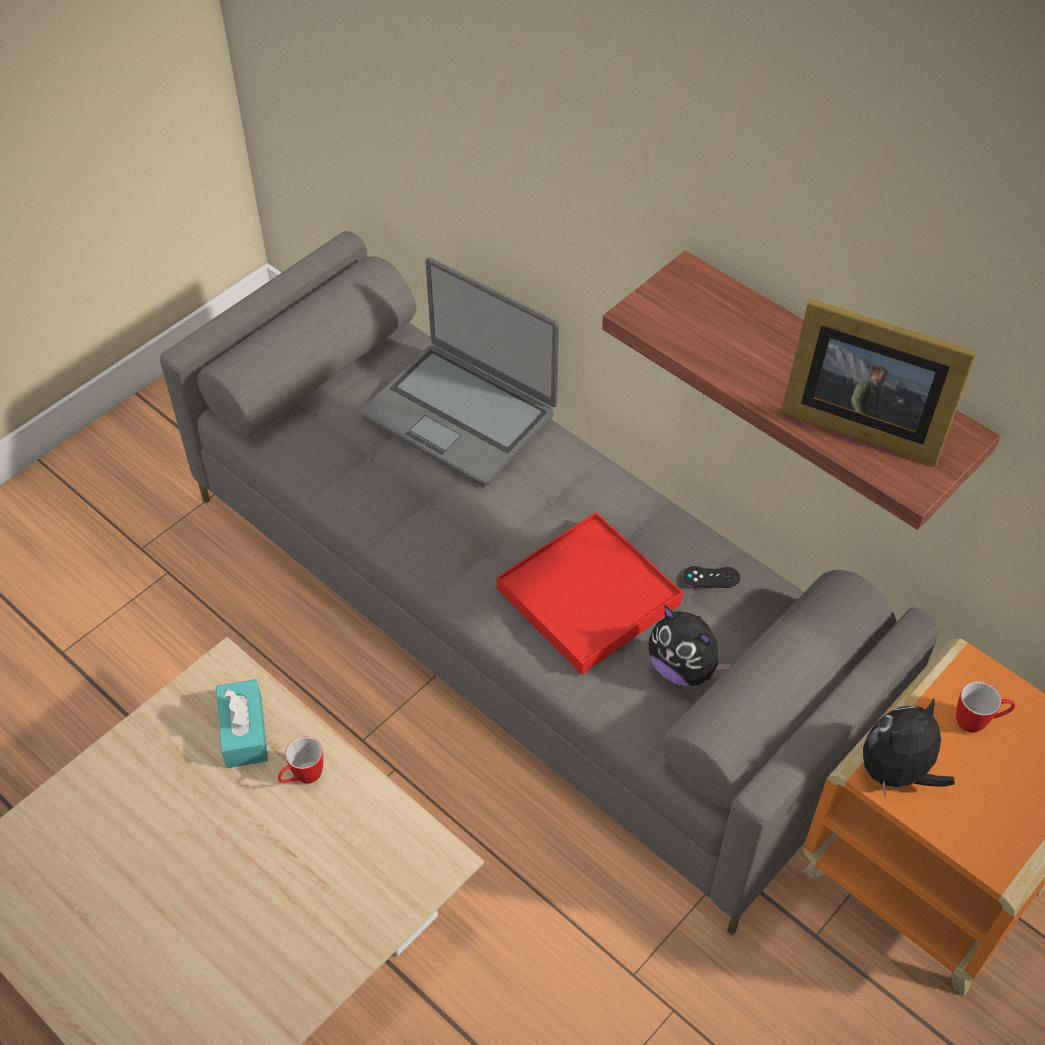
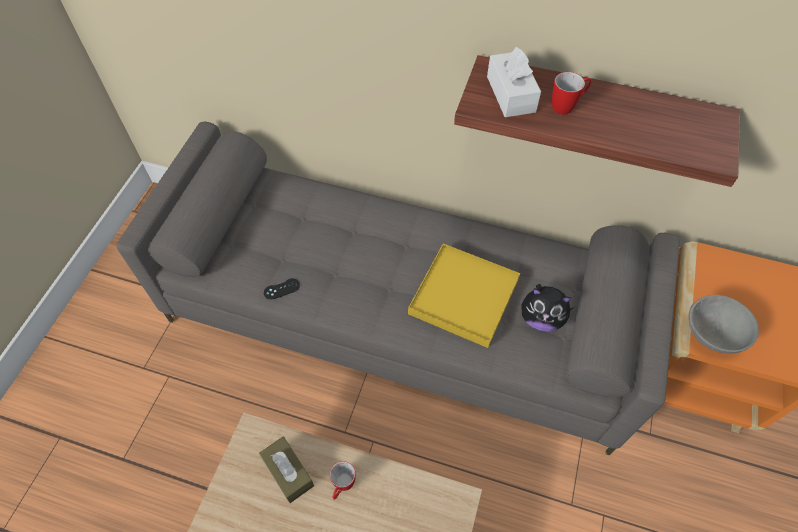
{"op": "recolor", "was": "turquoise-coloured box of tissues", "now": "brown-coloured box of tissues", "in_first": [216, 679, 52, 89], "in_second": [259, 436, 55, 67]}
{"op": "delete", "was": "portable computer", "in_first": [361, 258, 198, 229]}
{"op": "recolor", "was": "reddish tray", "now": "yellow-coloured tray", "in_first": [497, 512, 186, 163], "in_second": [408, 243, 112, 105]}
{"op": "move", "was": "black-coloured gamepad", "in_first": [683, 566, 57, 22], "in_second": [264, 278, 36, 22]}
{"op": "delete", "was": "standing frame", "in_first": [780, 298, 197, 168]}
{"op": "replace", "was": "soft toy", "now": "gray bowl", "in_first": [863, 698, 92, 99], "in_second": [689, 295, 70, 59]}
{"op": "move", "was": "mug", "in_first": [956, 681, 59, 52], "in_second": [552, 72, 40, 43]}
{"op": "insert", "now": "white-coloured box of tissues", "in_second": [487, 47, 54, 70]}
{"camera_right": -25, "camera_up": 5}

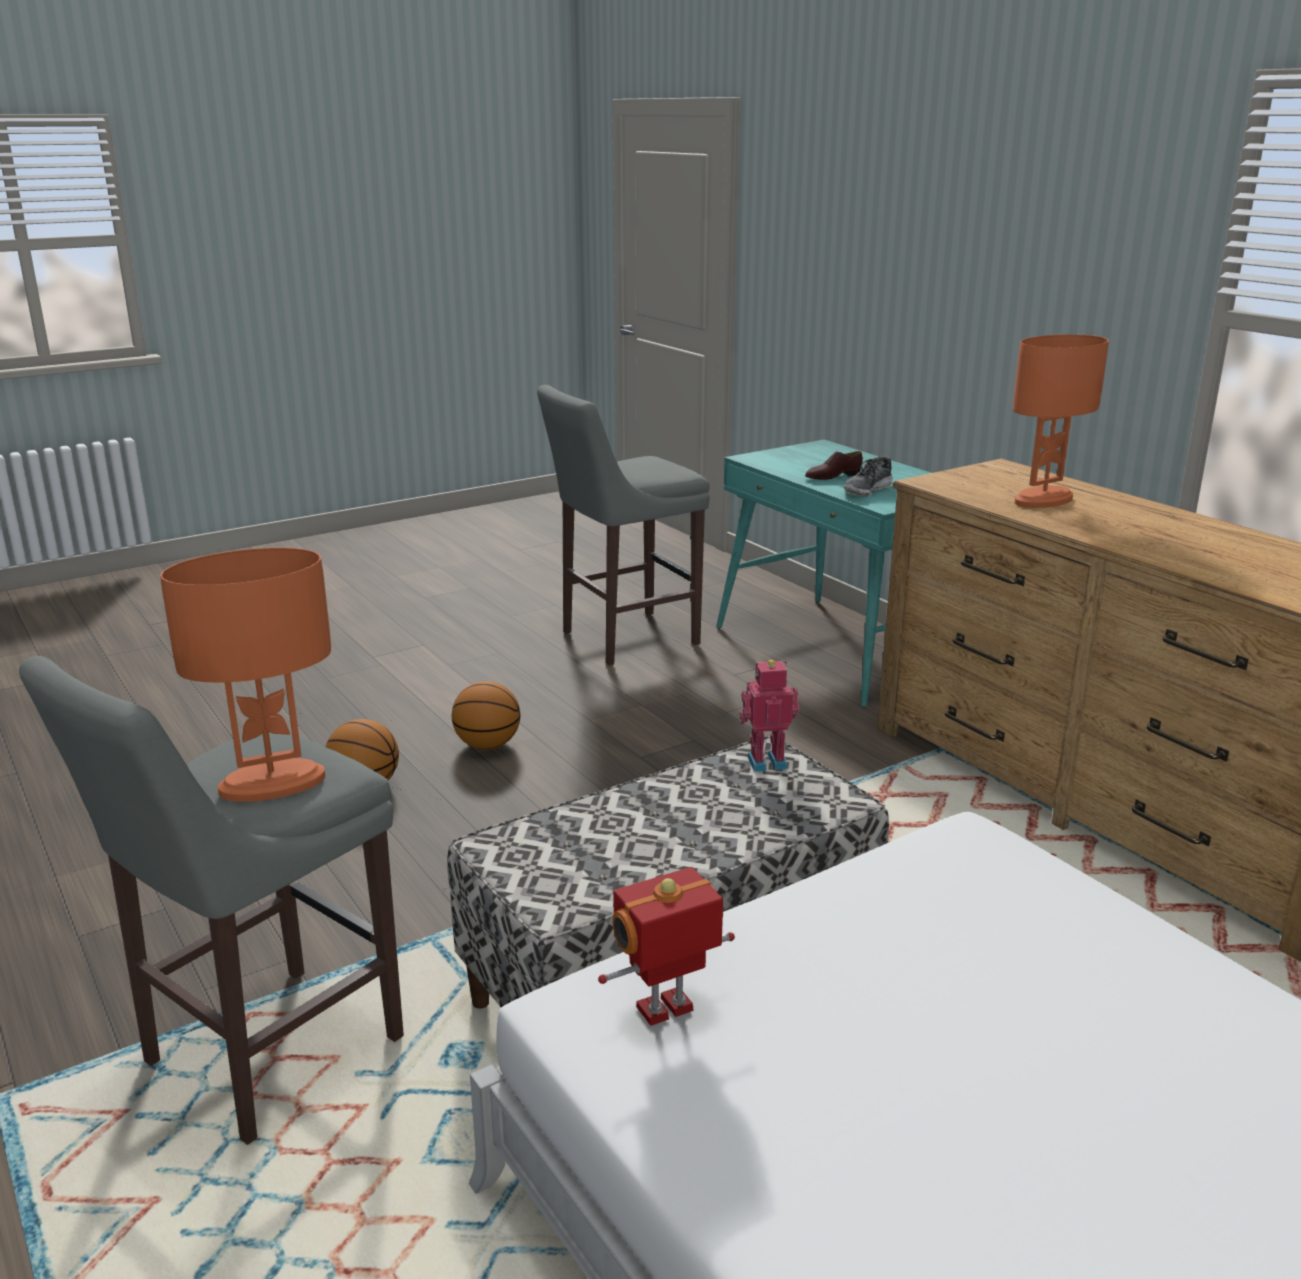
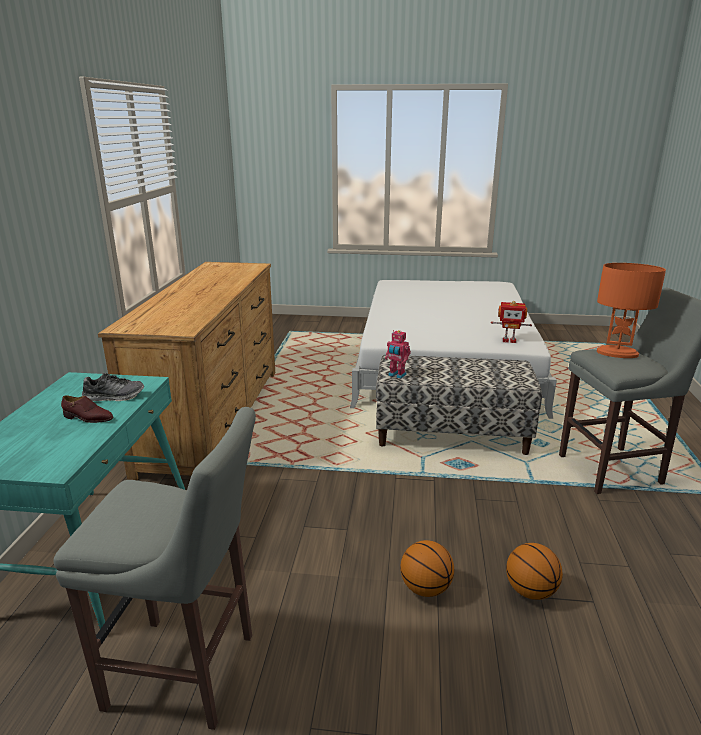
{"op": "delete", "was": "orangey lamp for a table", "in_first": [1013, 334, 96, 174]}
{"camera_right": -140, "camera_up": 0}

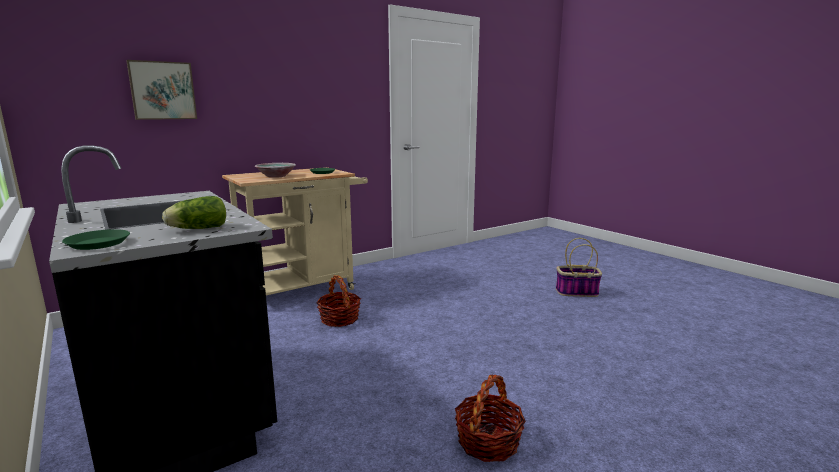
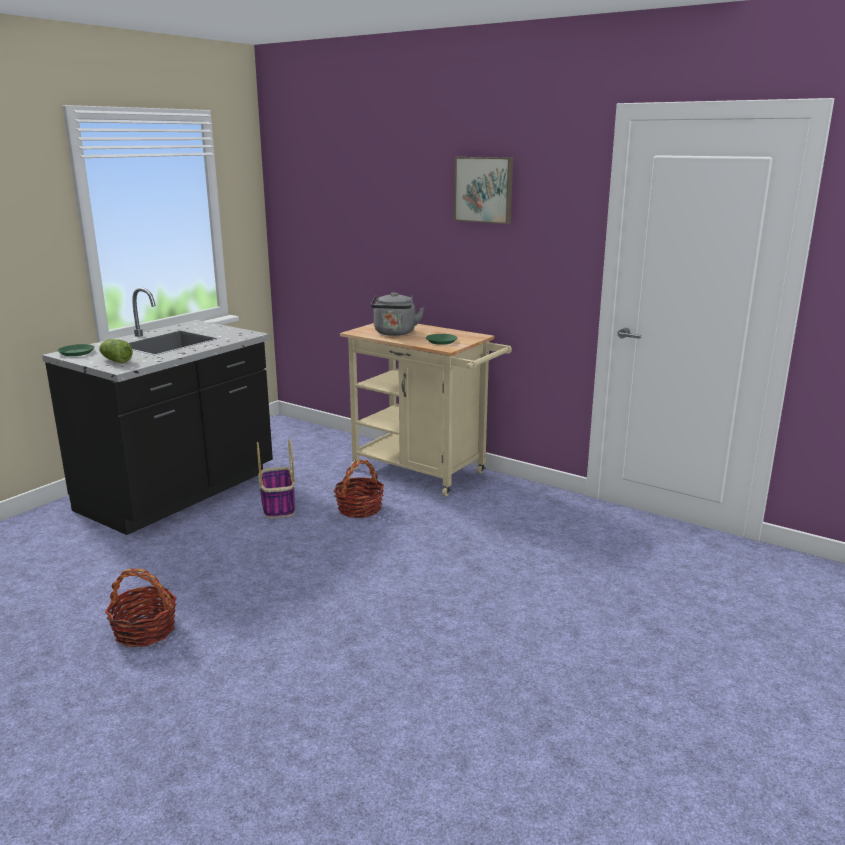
{"op": "move", "was": "wall picture", "in_first": [126, 60, 71, 60], "in_second": [454, 157, 59, 67]}
{"op": "replace", "was": "bowl", "now": "gray kettle", "in_first": [255, 163, 41, 15], "in_second": [371, 292, 53, 44]}
{"op": "move", "was": "storage basket", "in_first": [556, 238, 46, 59], "in_second": [257, 439, 38, 79]}
{"camera_right": 70, "camera_up": 5}

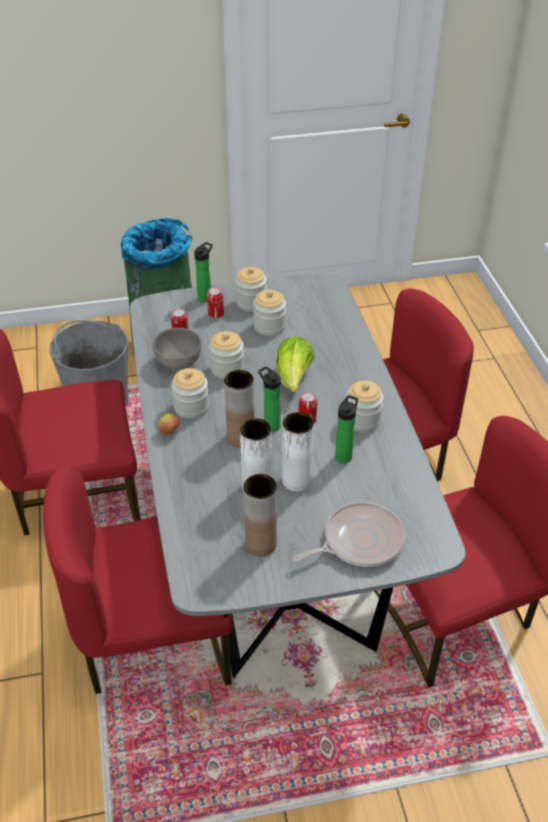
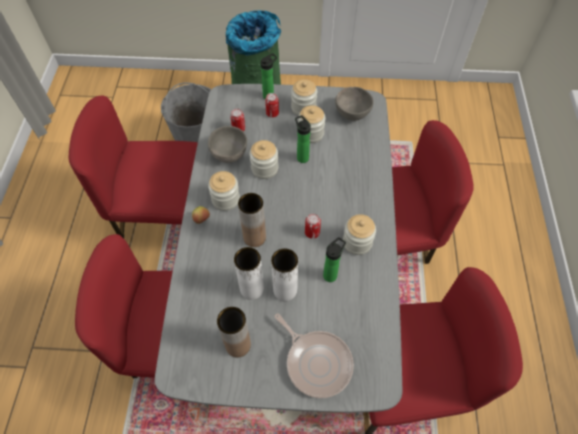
{"op": "move", "was": "beverage bottle", "in_first": [258, 366, 23, 66], "in_second": [295, 115, 16, 48]}
{"op": "delete", "was": "lettuce head", "in_first": [276, 336, 38, 56]}
{"op": "rotate", "was": "skillet", "in_first": [293, 502, 112, 65], "in_second": [274, 313, 80, 85], "clockwise": 60}
{"op": "insert", "now": "gray bowl", "in_second": [335, 87, 39, 34]}
{"camera_right": 15, "camera_up": 15}

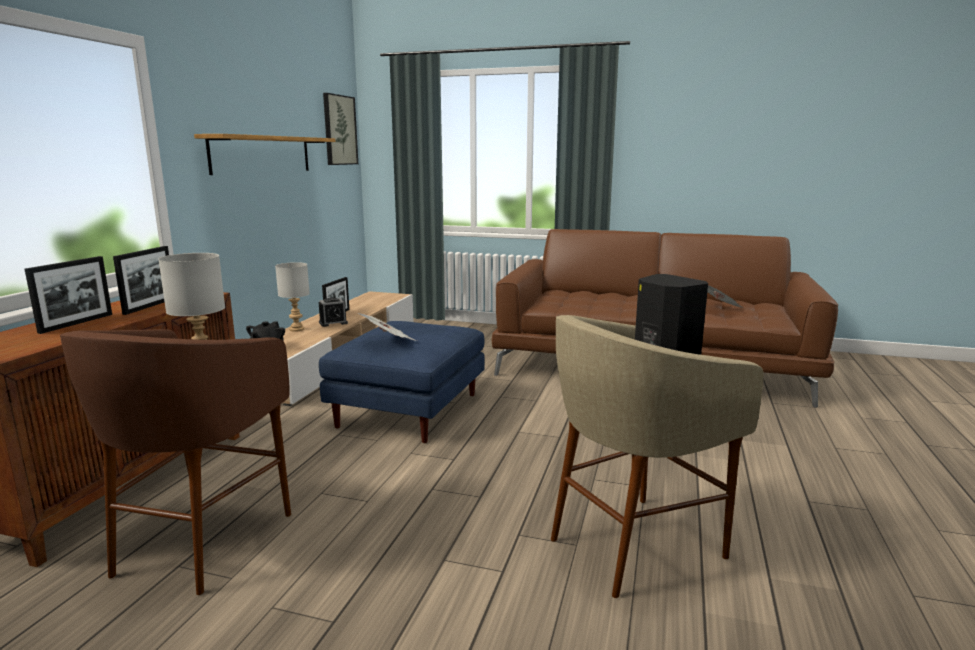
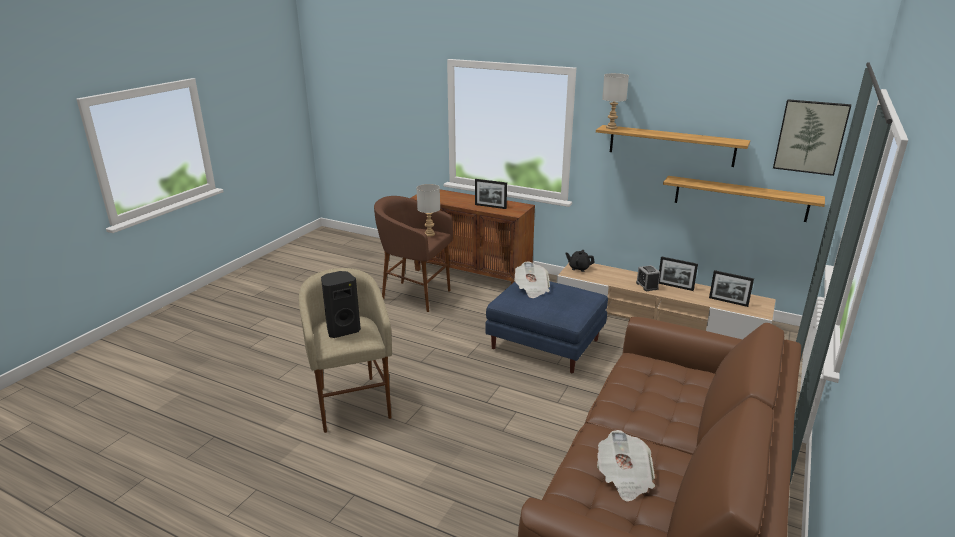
{"op": "move", "was": "standing frame", "in_first": [24, 256, 88, 78], "in_second": [709, 270, 45, 37]}
{"op": "move", "was": "gray lamp for a table", "in_first": [275, 262, 35, 70], "in_second": [602, 73, 27, 56]}
{"op": "insert", "now": "shelf", "in_second": [663, 176, 162, 46]}
{"camera_right": 100, "camera_up": 10}

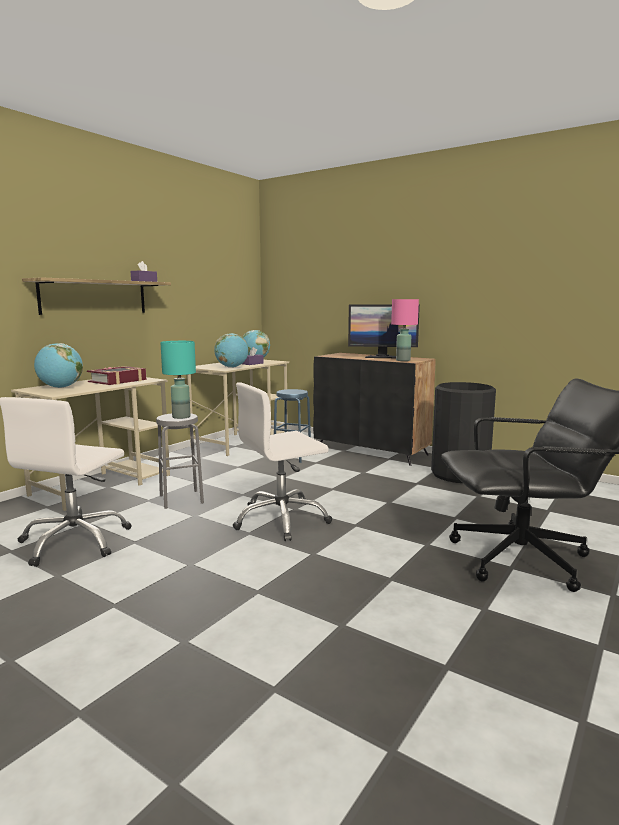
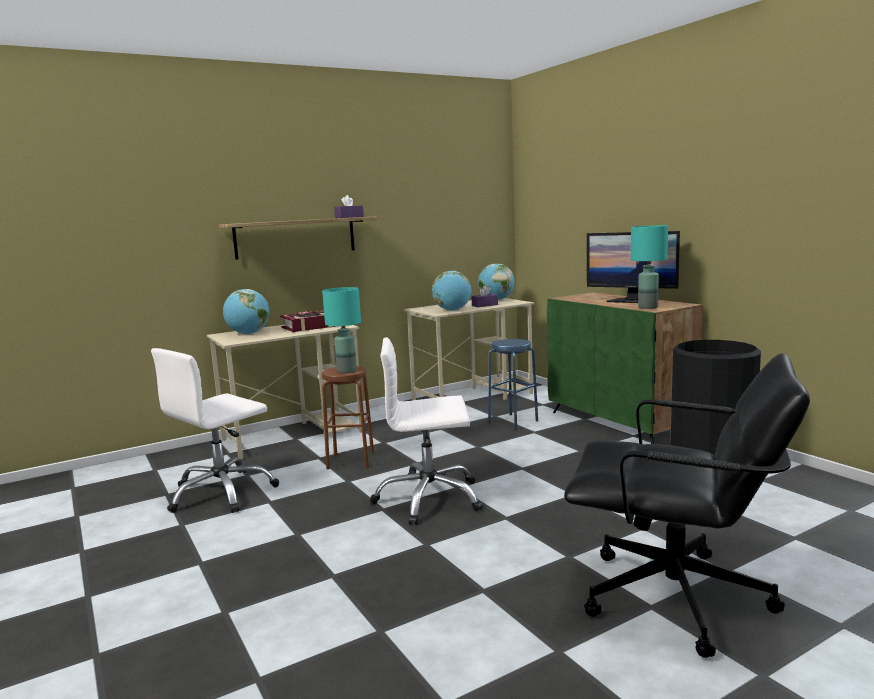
{"op": "recolor", "was": "gray stool seat", "now": "brown-coloured stool seat", "in_first": [156, 413, 48, 96], "in_second": [322, 366, 52, 104]}
{"op": "recolor", "was": "black-coloured cabinet", "now": "green-coloured cabinet", "in_first": [313, 353, 123, 113], "in_second": [547, 292, 156, 152]}
{"op": "recolor", "was": "pinkish lamp for a table", "now": "turquoise-coloured lamp for a table", "in_first": [391, 299, 28, 62], "in_second": [631, 225, 37, 84]}
{"camera_right": 25, "camera_up": 0}

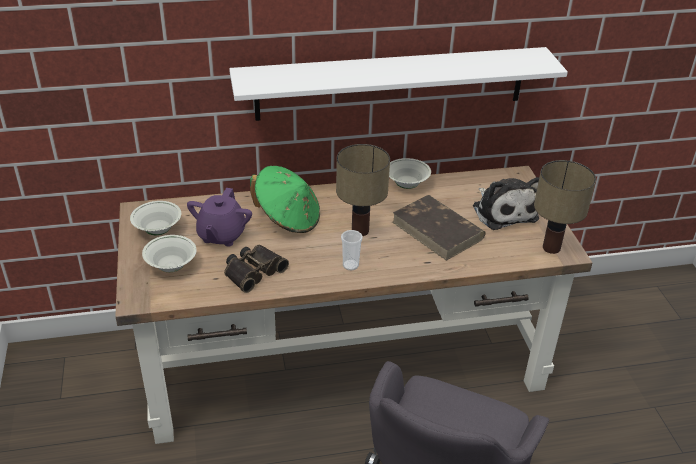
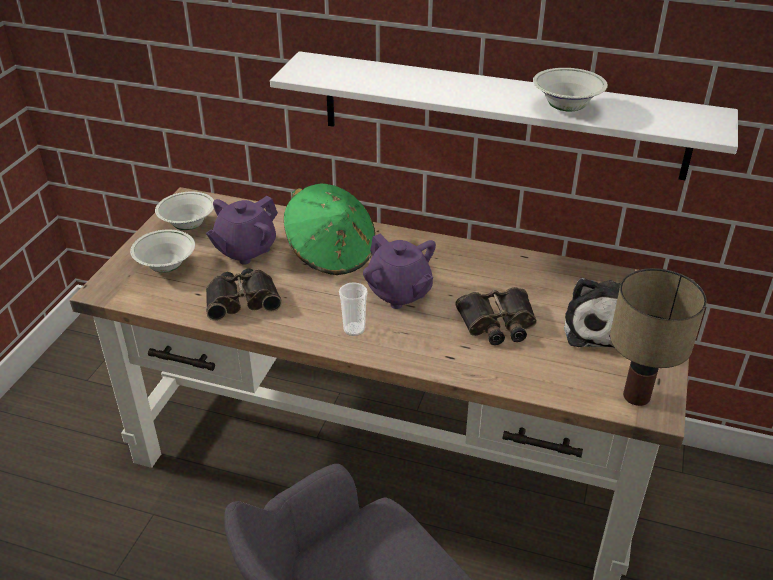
{"op": "replace", "was": "lamp for a table", "now": "purple pot for tea", "in_first": [336, 144, 54, 92], "in_second": [363, 234, 73, 75]}
{"op": "move", "was": "white-coloured bowl", "in_first": [389, 158, 42, 31], "in_second": [533, 68, 75, 43]}
{"op": "replace", "was": "brown-coloured bound book", "now": "pair of binoculars", "in_first": [392, 195, 94, 66], "in_second": [455, 287, 82, 58]}
{"camera_right": 30, "camera_up": 0}

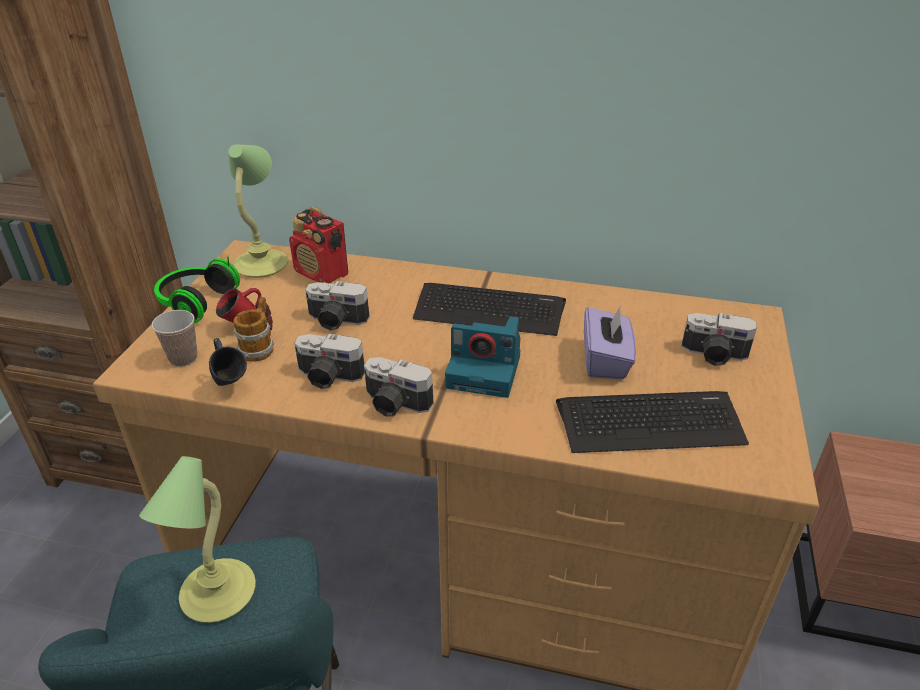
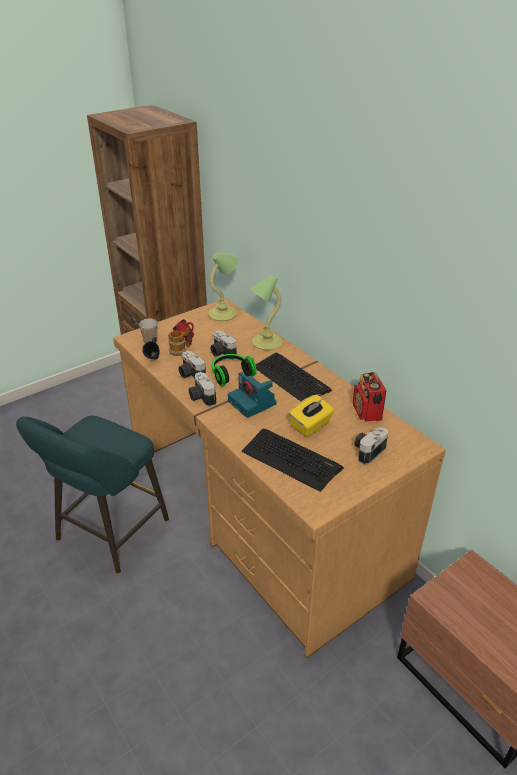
{"op": "move", "was": "lamp for a table", "in_first": [139, 456, 117, 167], "in_second": [249, 275, 34, 75]}
{"op": "move", "was": "pair of headphones", "in_first": [154, 255, 86, 68], "in_second": [212, 354, 45, 32]}
{"op": "move", "was": "radio", "in_first": [289, 206, 59, 77], "in_second": [353, 372, 34, 50]}
{"op": "recolor", "was": "purple box of tissues", "now": "yellow-coloured box of tissues", "in_first": [584, 306, 52, 73], "in_second": [288, 395, 47, 42]}
{"op": "rotate", "was": "still camera", "in_first": [682, 313, 75, 53], "in_second": [354, 427, 34, 38], "clockwise": 75}
{"camera_right": 40, "camera_up": 0}

